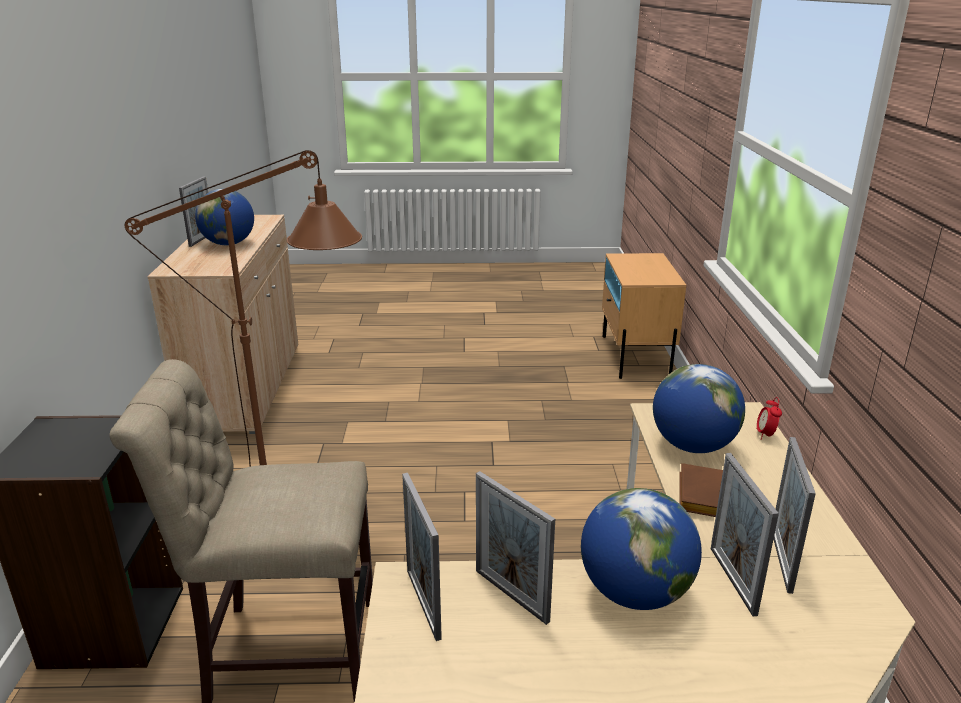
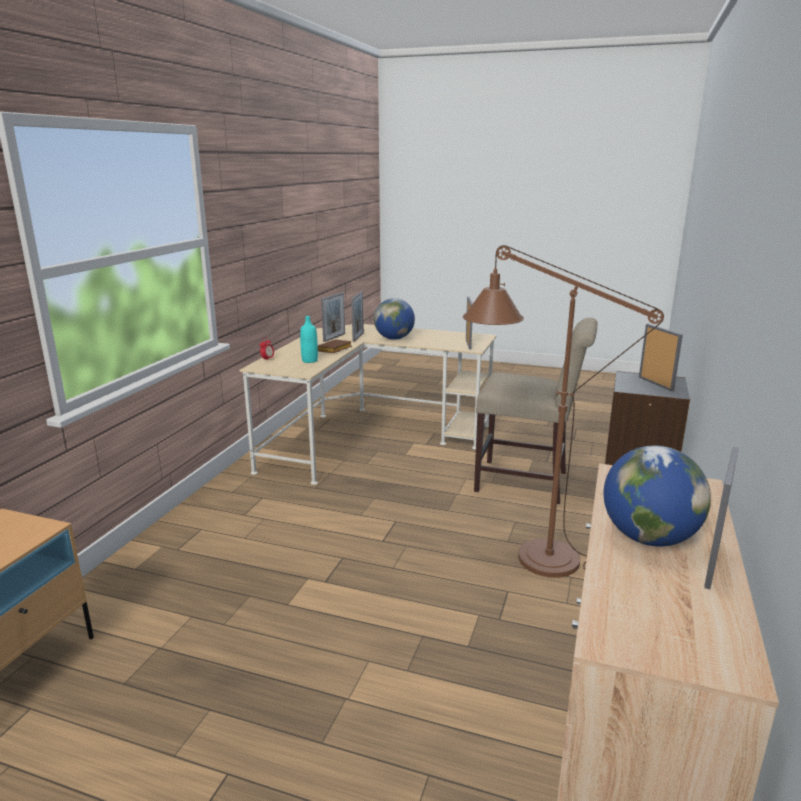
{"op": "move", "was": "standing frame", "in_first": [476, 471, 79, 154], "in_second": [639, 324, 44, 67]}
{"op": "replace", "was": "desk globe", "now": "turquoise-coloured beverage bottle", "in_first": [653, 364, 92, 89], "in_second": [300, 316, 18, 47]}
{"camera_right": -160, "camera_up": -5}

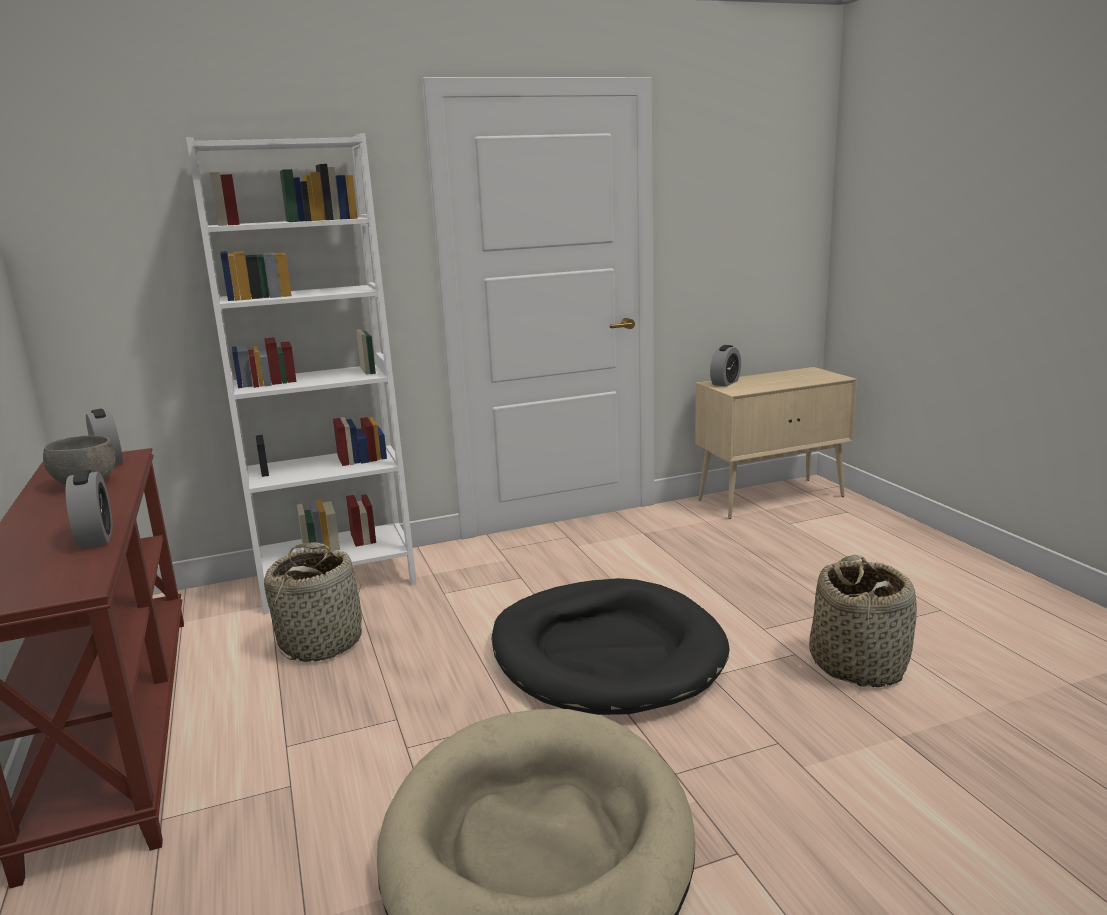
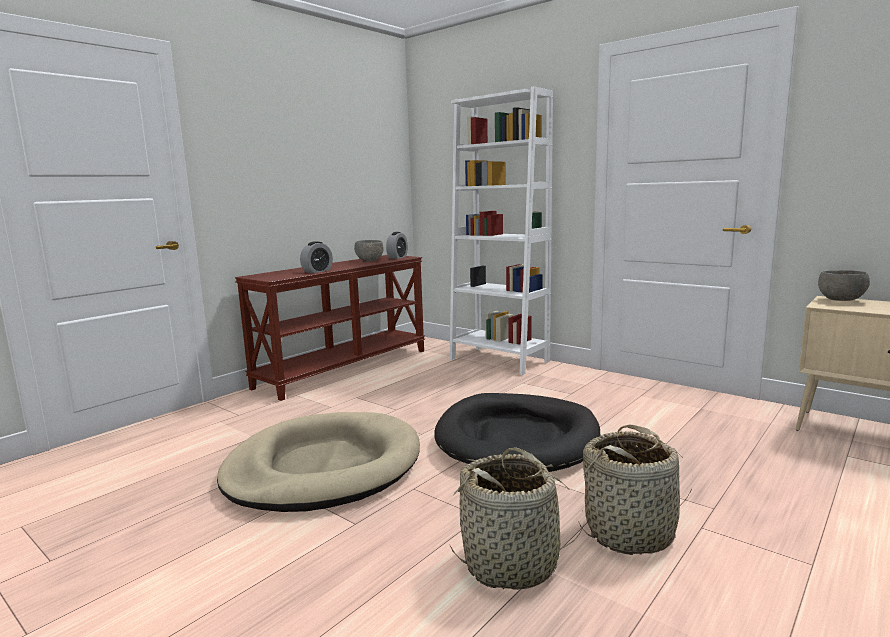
{"op": "move", "was": "storage basket", "in_first": [264, 542, 98, 120], "in_second": [449, 447, 135, 143]}
{"op": "replace", "was": "table clock", "now": "gray bowl", "in_first": [710, 345, 31, 42], "in_second": [818, 270, 52, 31]}
{"camera_right": 60, "camera_up": -5}

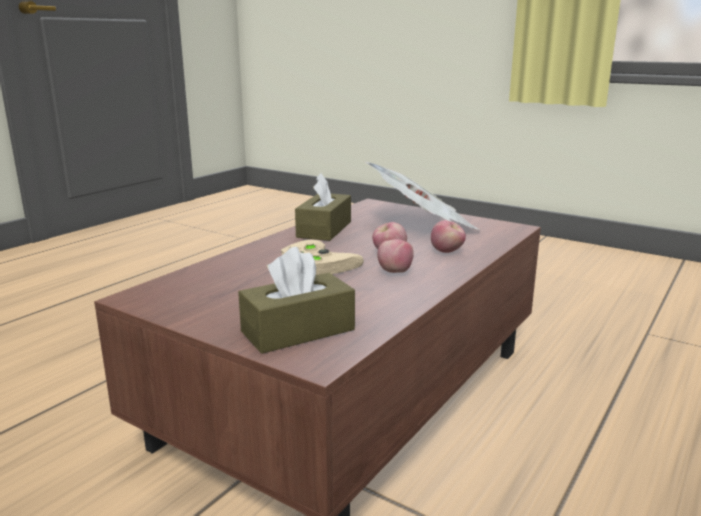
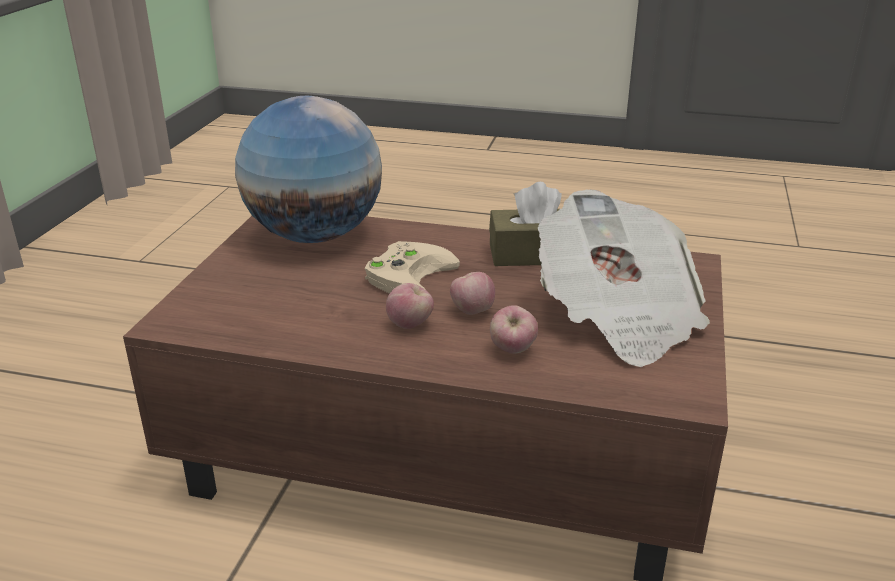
{"op": "delete", "was": "brown-coloured box of tissues", "in_first": [238, 247, 117, 107]}
{"op": "insert", "now": "desk globe", "in_second": [235, 96, 147, 147]}
{"camera_right": 70, "camera_up": 10}

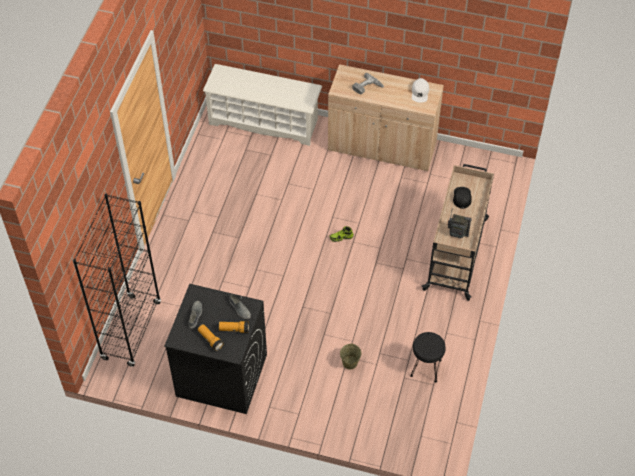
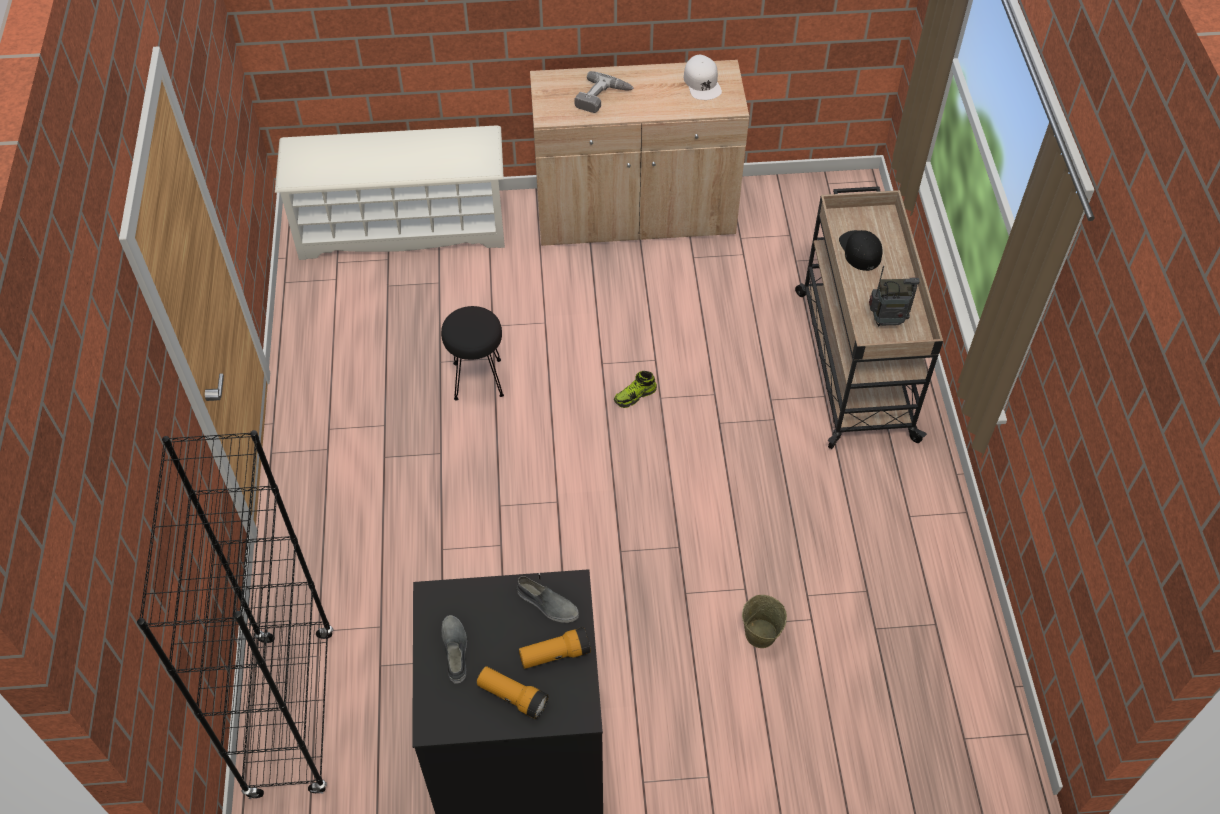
{"op": "move", "was": "black-coloured stool seat", "in_first": [410, 332, 36, 50], "in_second": [441, 306, 63, 94]}
{"camera_right": -20, "camera_up": 0}

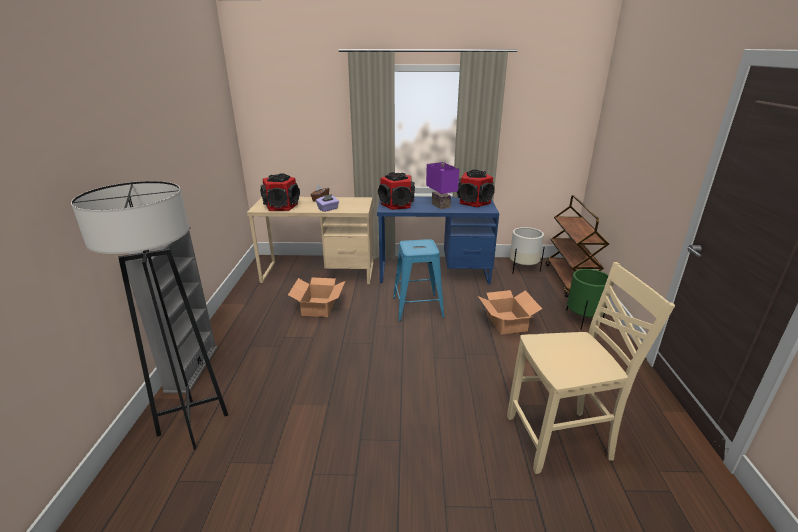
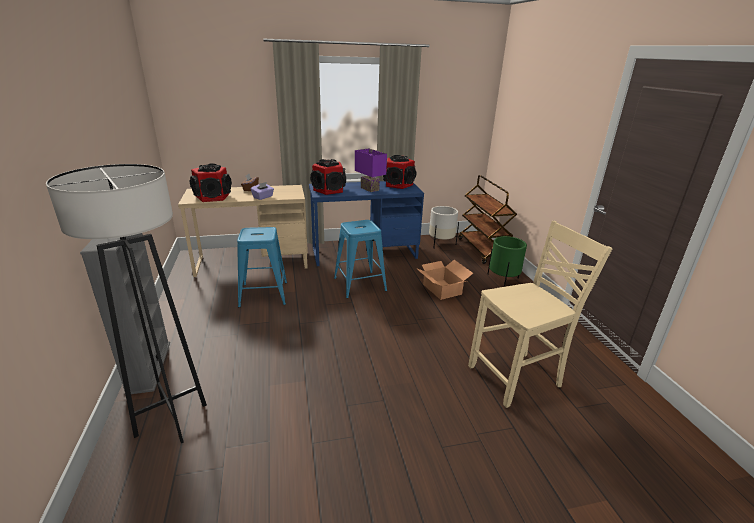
{"op": "replace", "was": "cardboard box", "now": "blue-coloured stool seat", "in_first": [288, 277, 57, 40], "in_second": [237, 227, 50, 80]}
{"camera_right": -15, "camera_up": 0}

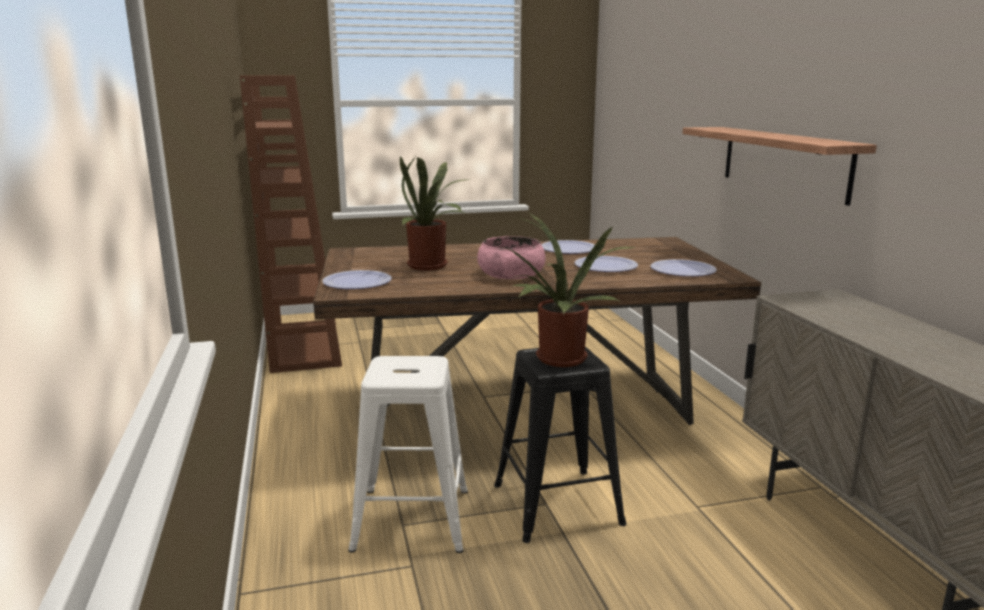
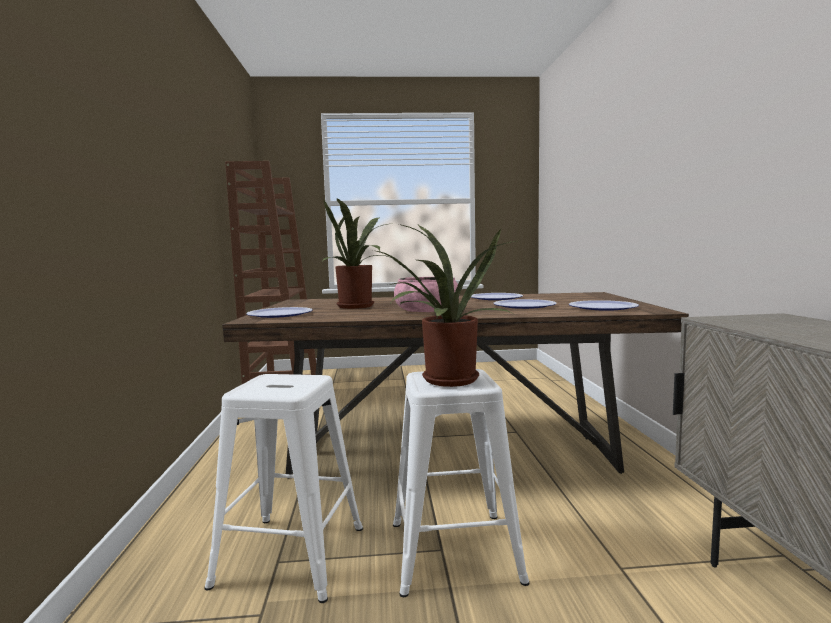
{"op": "recolor", "was": "black-coloured stool seat", "now": "white-coloured stool seat", "in_first": [494, 346, 132, 197], "in_second": [393, 369, 137, 228]}
{"op": "delete", "was": "shelf", "in_first": [682, 127, 195, 79]}
{"camera_right": 10, "camera_up": -10}

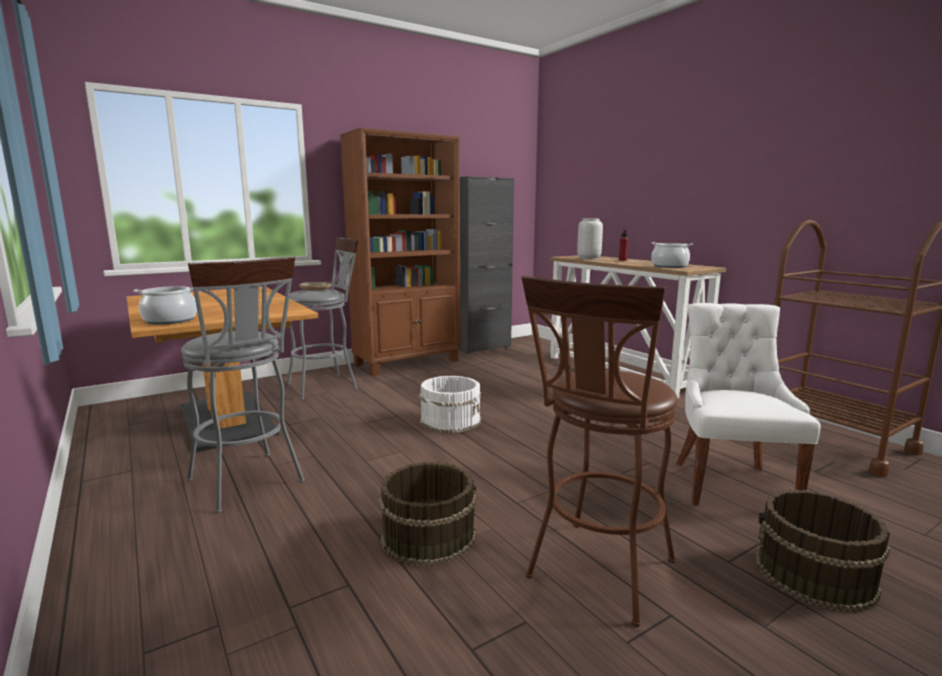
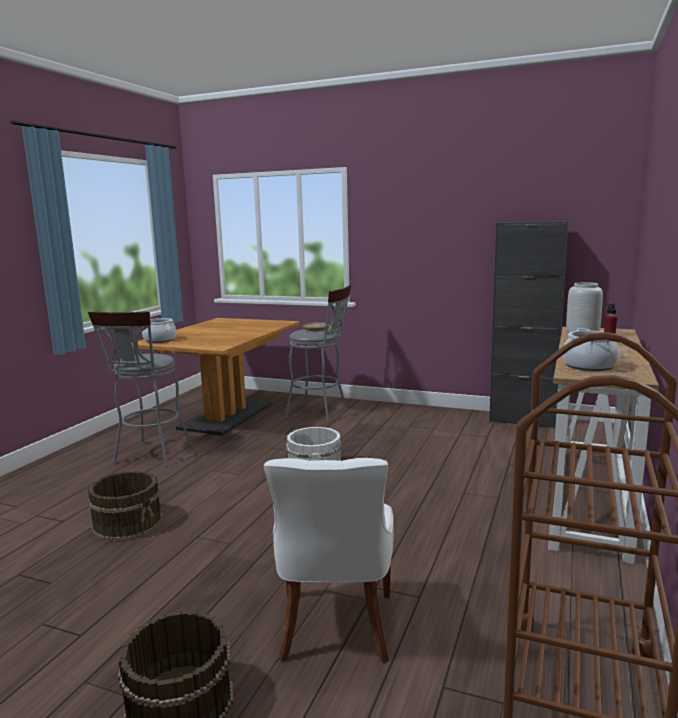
{"op": "delete", "was": "brown-coloured shelving unit", "in_first": [340, 128, 121, 248]}
{"op": "delete", "was": "brown-coloured stool seat", "in_first": [521, 276, 157, 351]}
{"op": "rotate", "was": "white-coloured plain chair", "in_first": [676, 303, 145, 203], "in_second": [264, 458, 130, 206], "clockwise": 120}
{"camera_right": 55, "camera_up": 0}

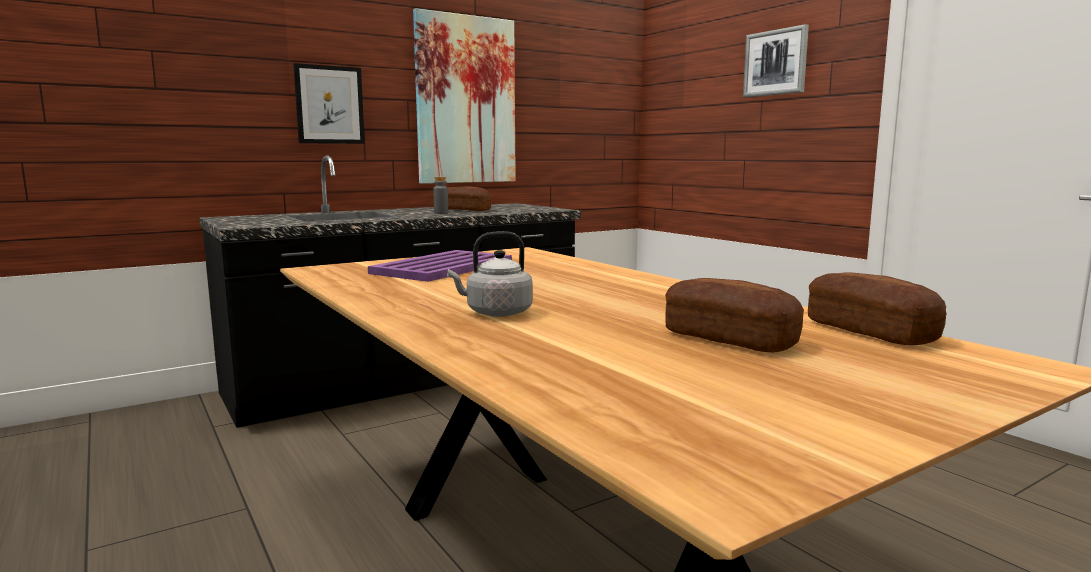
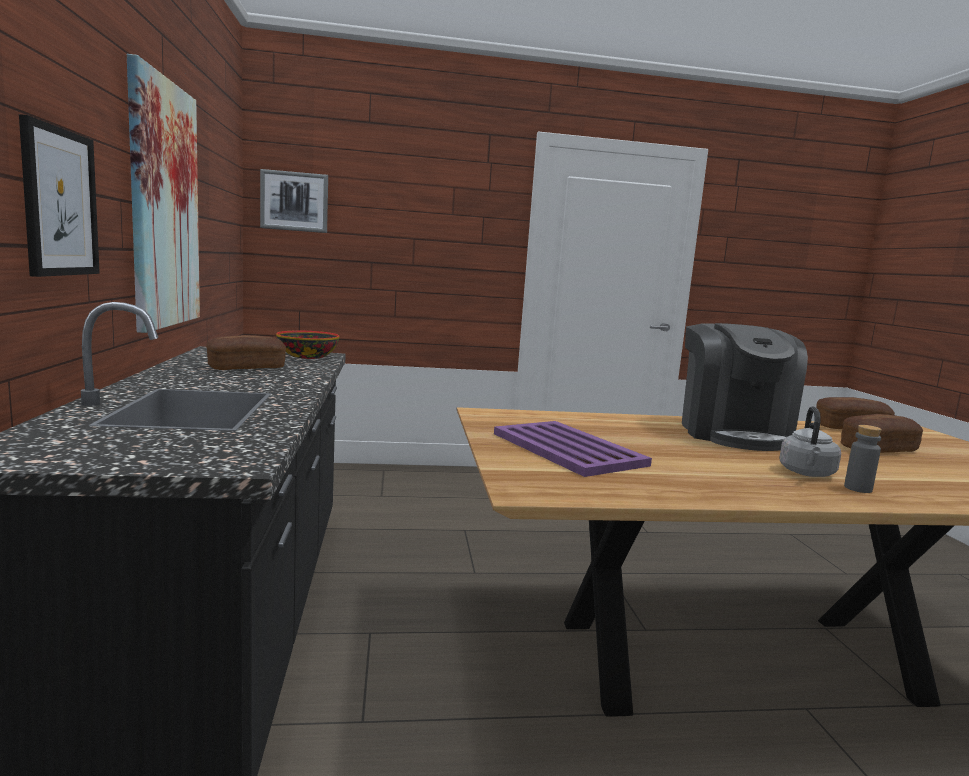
{"op": "move", "was": "gray beverage bottle", "in_first": [433, 177, 15, 37], "in_second": [844, 425, 38, 68]}
{"op": "move", "was": "wall picture", "in_first": [743, 24, 66, 73], "in_second": [260, 169, 68, 64]}
{"op": "insert", "now": "bowl", "in_second": [276, 331, 64, 28]}
{"op": "insert", "now": "coffee machine", "in_second": [682, 323, 126, 128]}
{"camera_right": -65, "camera_up": 0}

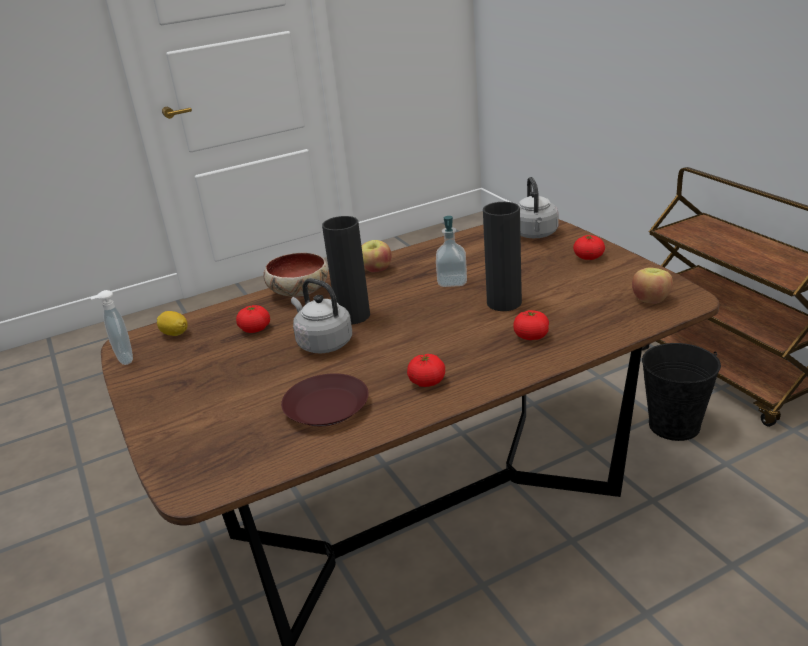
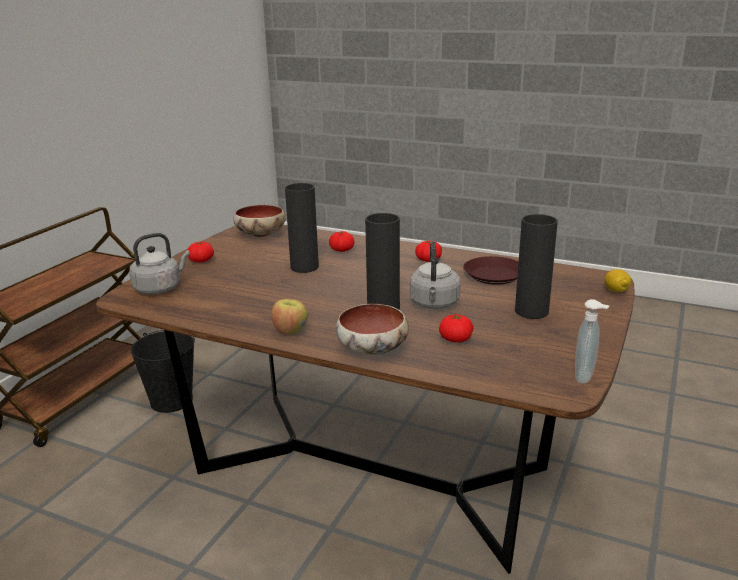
{"op": "move", "was": "whole lemon", "in_first": [157, 311, 31, 25], "in_second": [605, 269, 26, 23]}
{"op": "delete", "was": "liquid soap bottle", "in_first": [436, 216, 31, 71]}
{"op": "replace", "was": "apple", "now": "bowl", "in_first": [632, 267, 41, 37], "in_second": [233, 205, 52, 32]}
{"op": "insert", "now": "black-coloured decorative vase", "in_second": [515, 214, 43, 105]}
{"camera_right": -130, "camera_up": -5}

